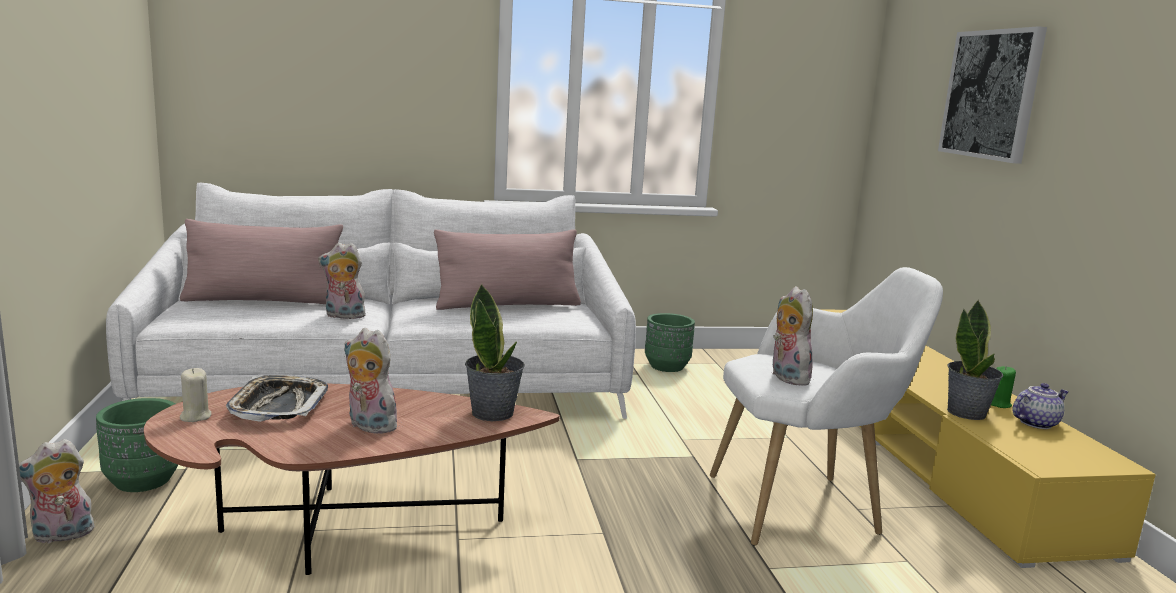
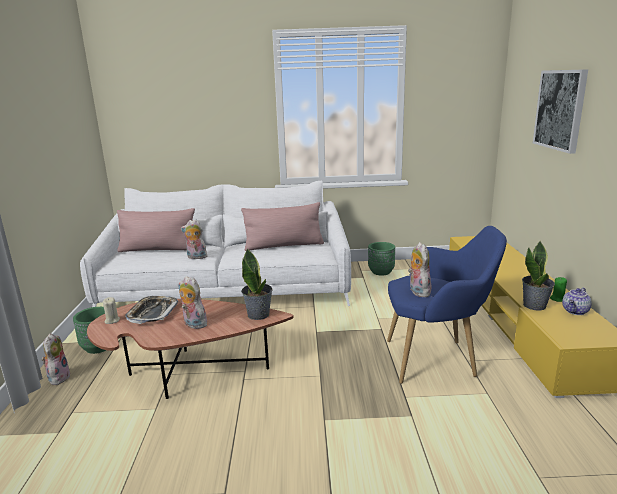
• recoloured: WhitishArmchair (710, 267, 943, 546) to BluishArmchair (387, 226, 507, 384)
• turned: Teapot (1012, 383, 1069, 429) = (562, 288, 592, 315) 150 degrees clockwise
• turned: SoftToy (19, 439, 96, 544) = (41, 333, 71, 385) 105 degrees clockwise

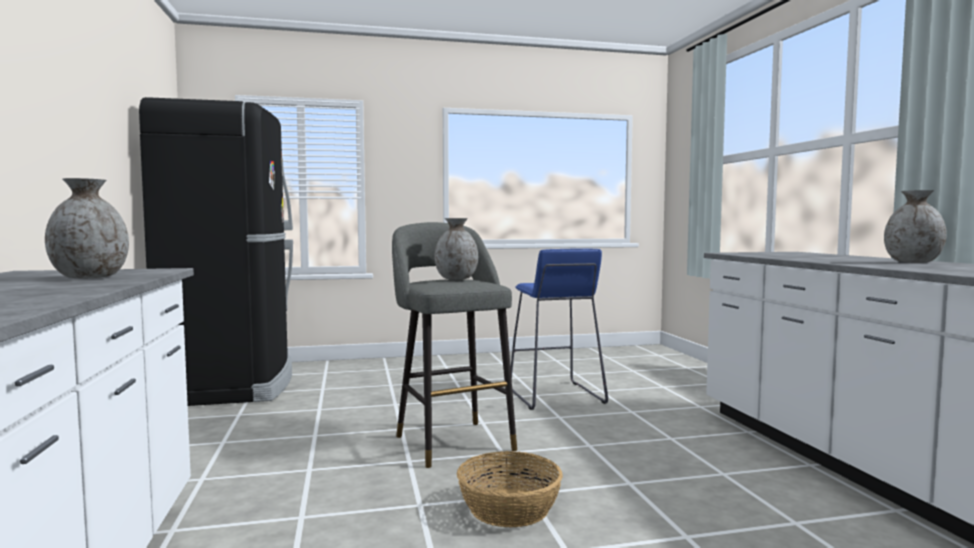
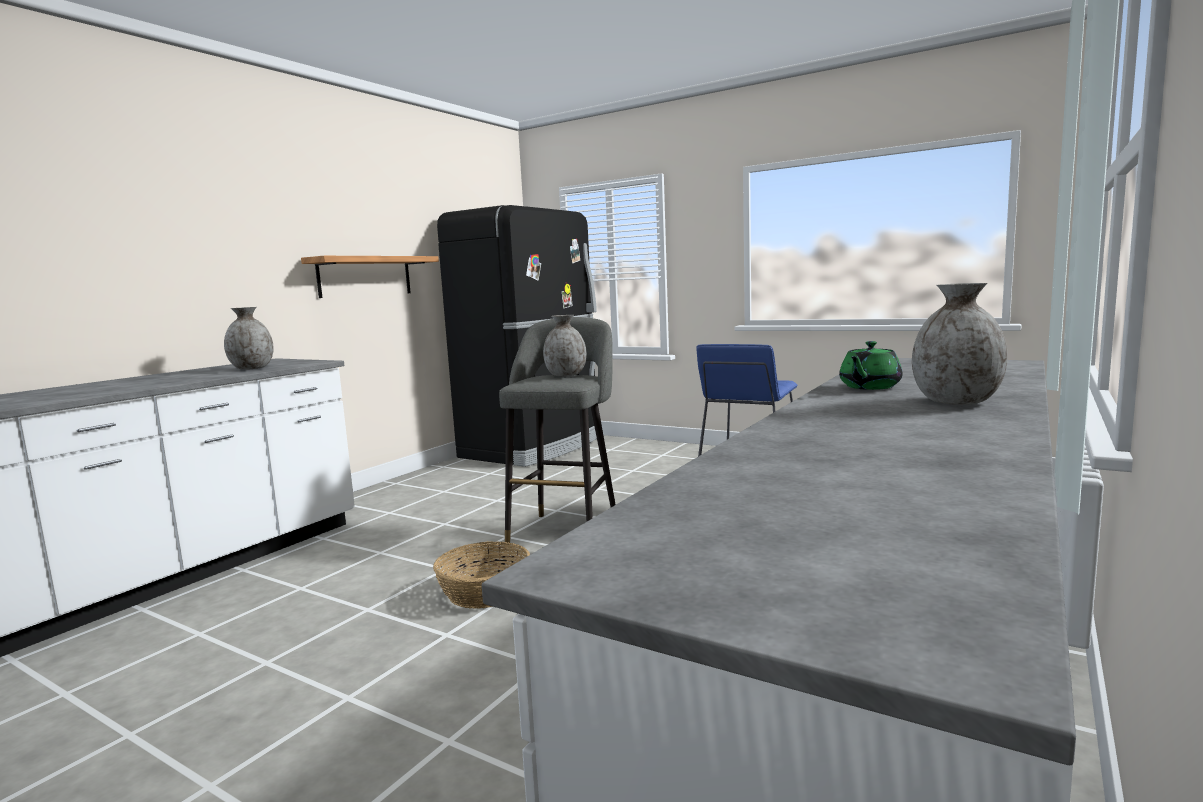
• added: Shelf (301, 256, 439, 298)
• added: GreenColouredTeapot (839, 341, 902, 390)

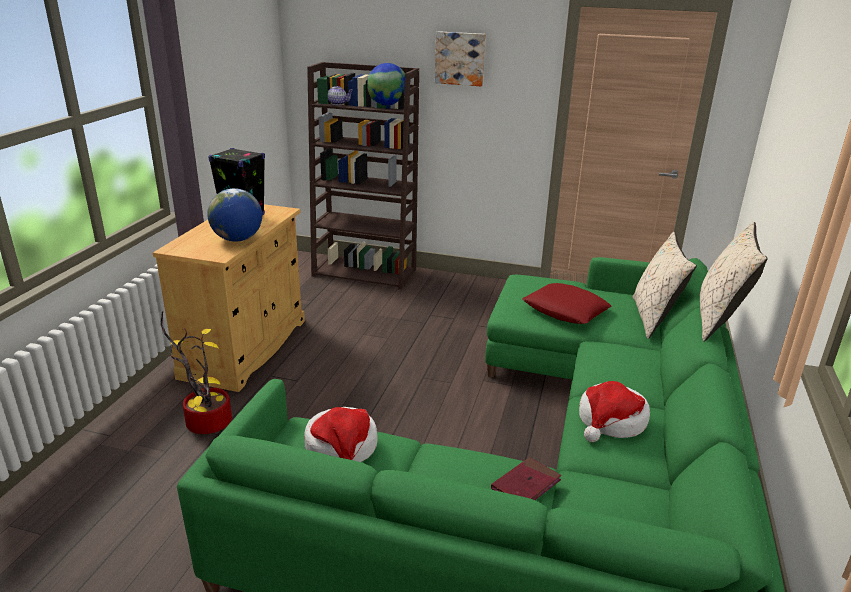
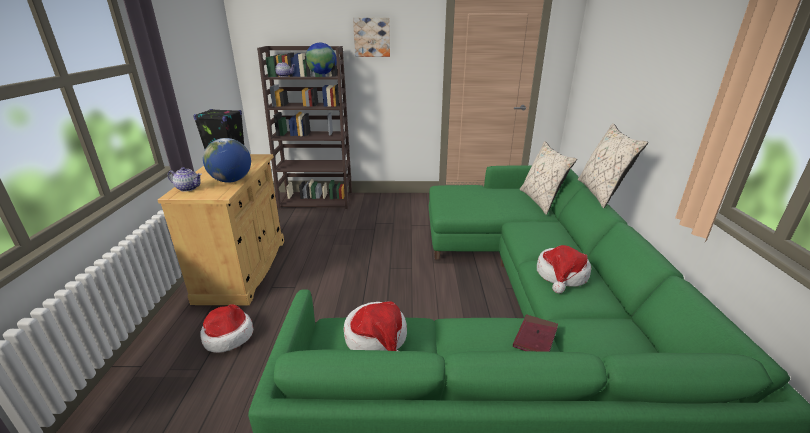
• removed: RedColouredPillow (522, 283, 611, 324)
• replaced: PlantInAPot (160, 311, 232, 434) to Hat (200, 304, 253, 353)
• added: Teapot (168, 167, 202, 192)

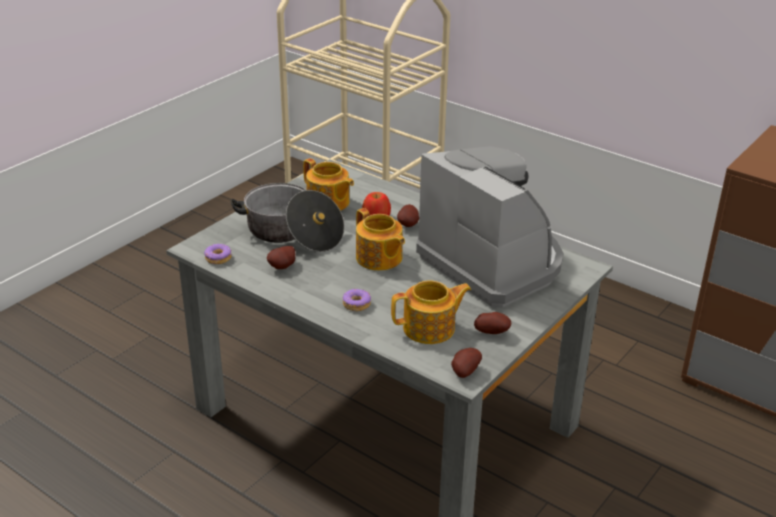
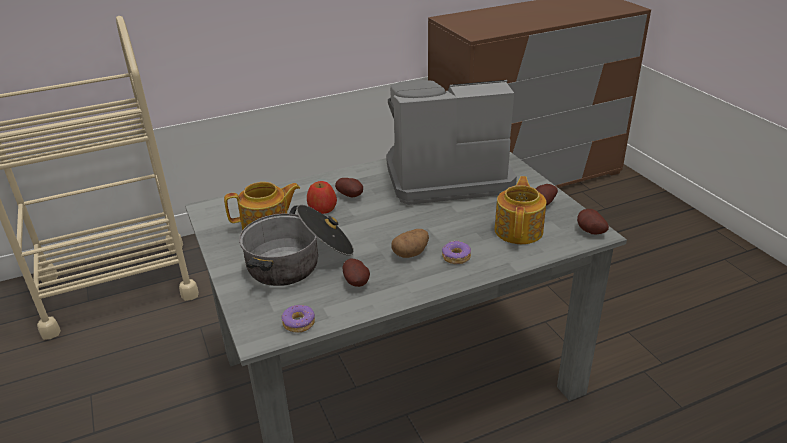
• removed: Teapot (356, 208, 405, 271)
• added: Spud (391, 229, 429, 258)

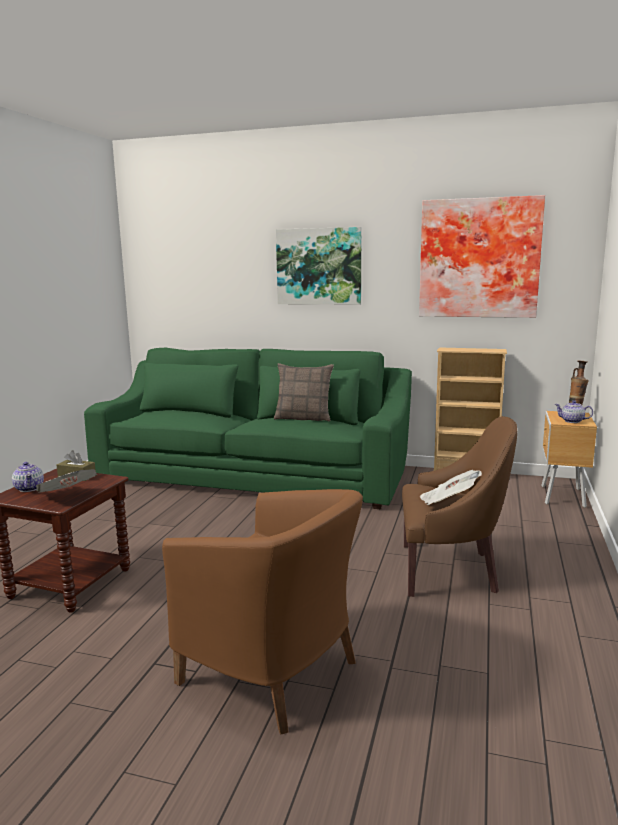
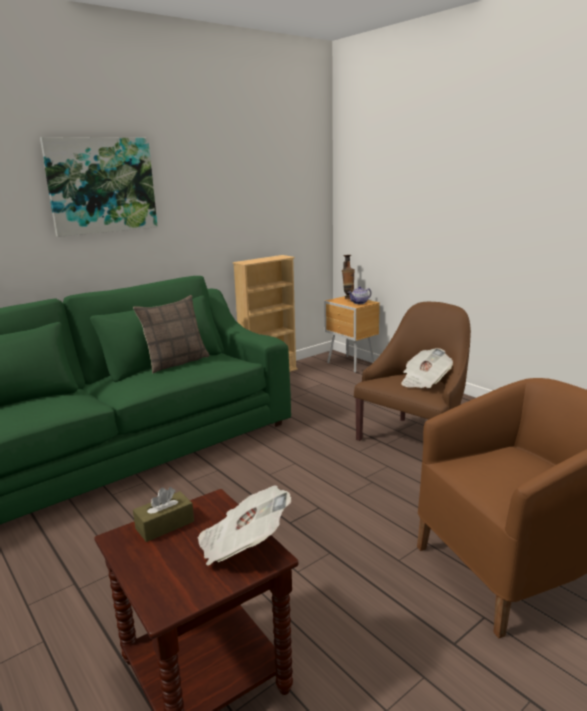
• removed: WallPicture (419, 195, 545, 318)
• removed: Teapot (12, 462, 44, 492)

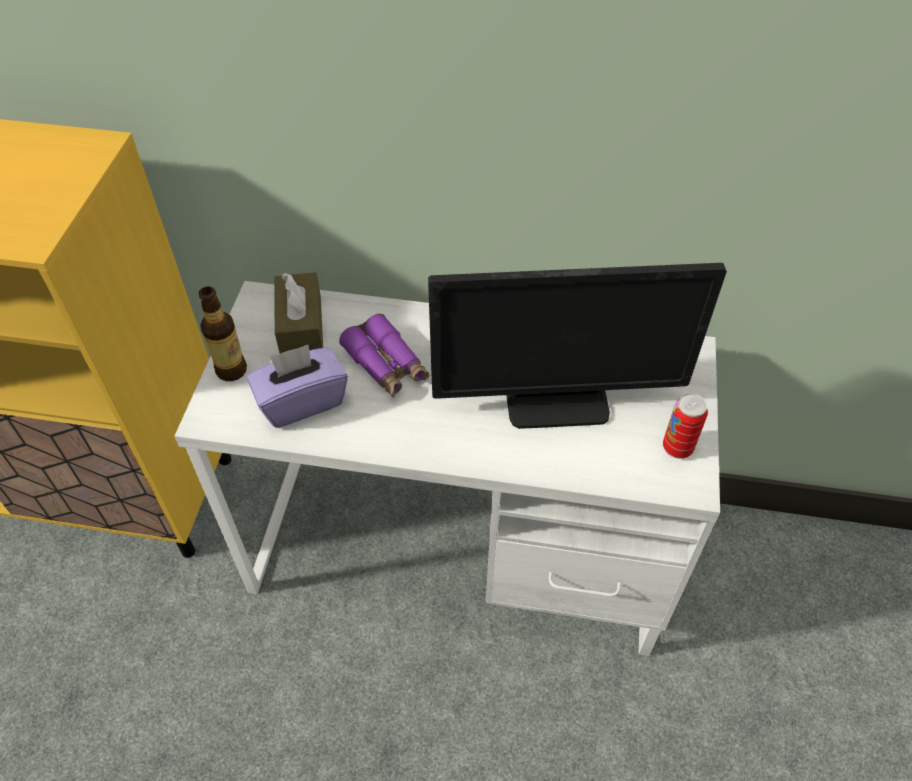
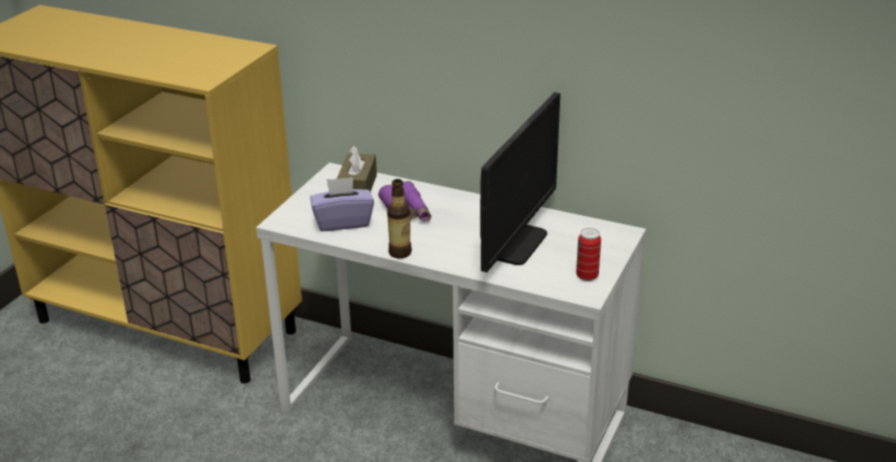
• turned: Monitor (428, 263, 727, 429) = (480, 92, 560, 272) 75 degrees counterclockwise
• moved: DrinkBottle (199, 286, 247, 381) to (387, 179, 412, 259)

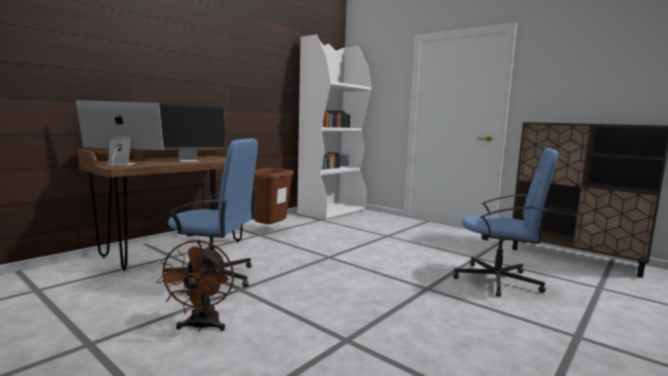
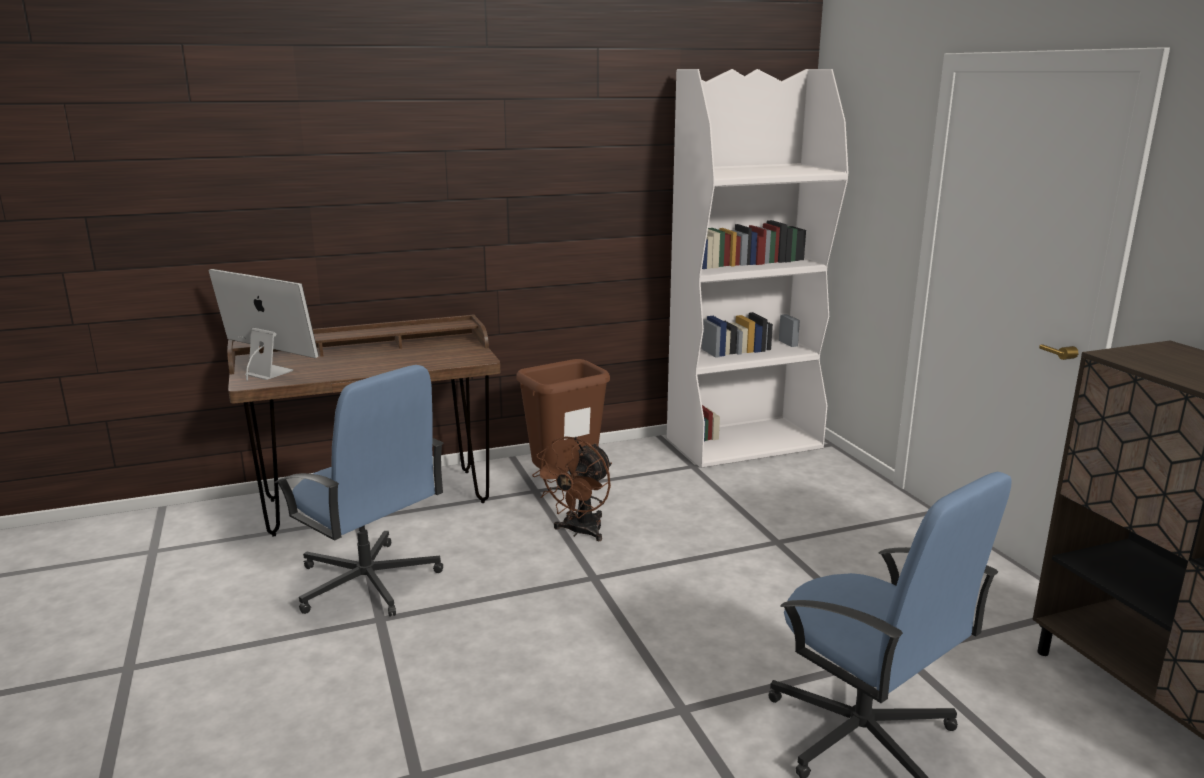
• removed: Monitor (159, 104, 226, 162)
• moved: BrownFan (156, 240, 234, 332) to (532, 436, 612, 542)

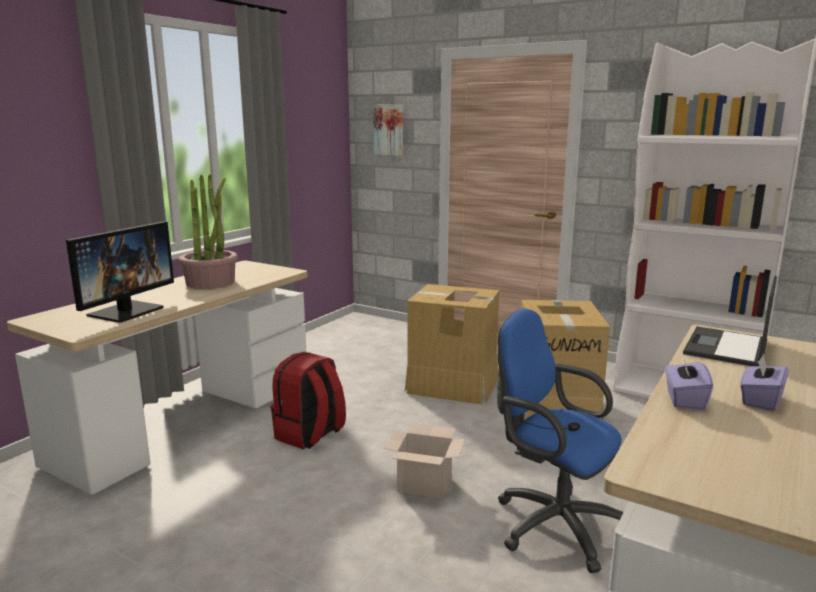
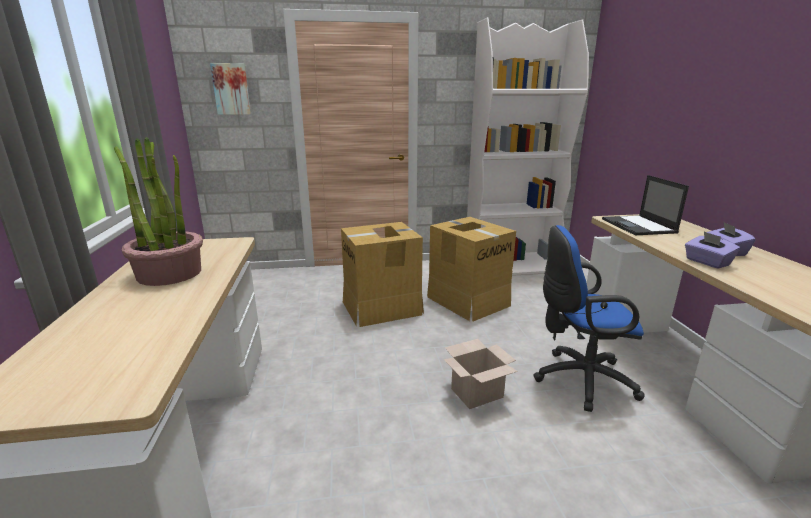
• removed: Monitor (66, 221, 174, 323)
• removed: RedColouredRucksack (271, 352, 346, 449)

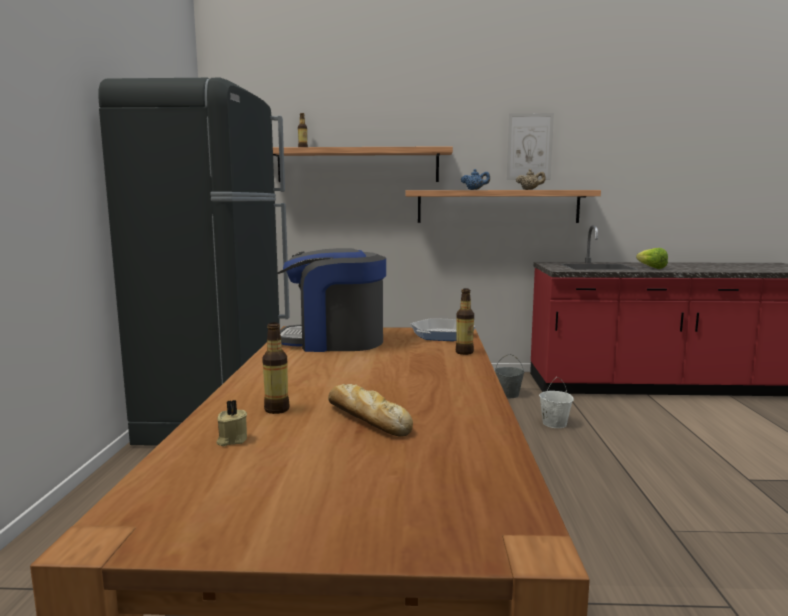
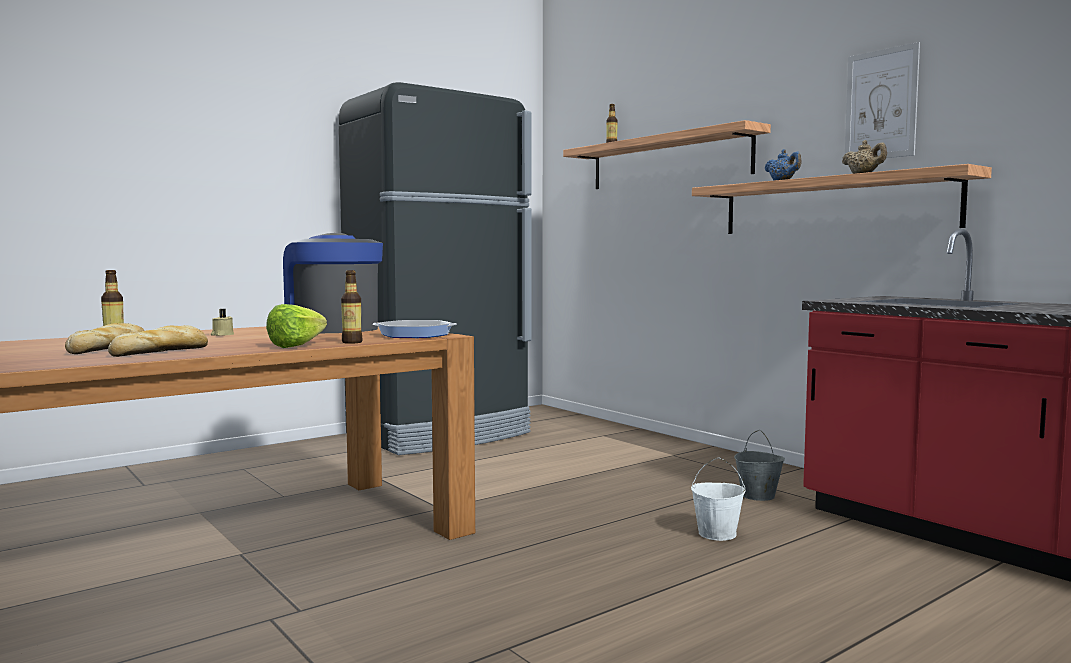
• moved: Lettuce (636, 248, 668, 269) to (266, 304, 327, 348)
• moved: BeigeWaxLight (216, 400, 247, 446) to (211, 309, 234, 336)
• added: Bread (108, 325, 208, 357)

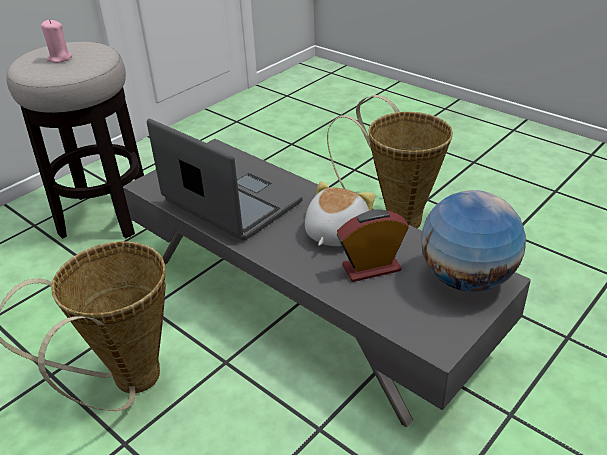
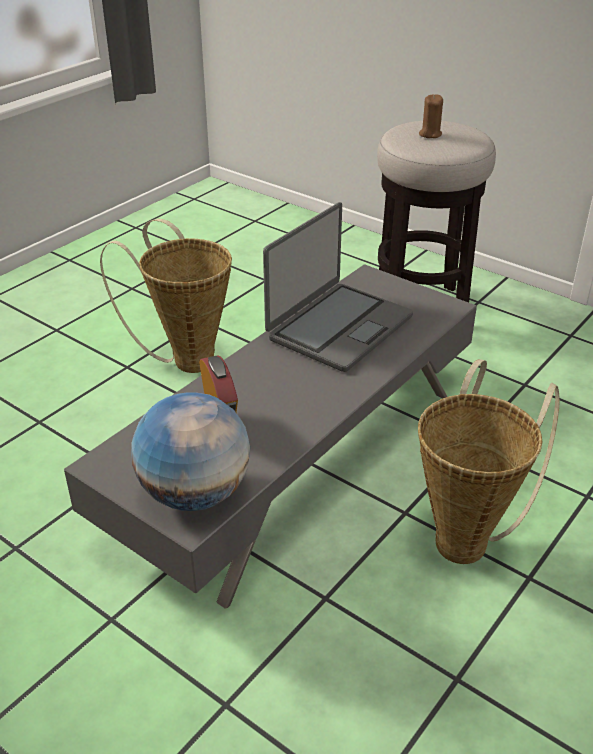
• recoloured: PinkWaxLight (41, 20, 72, 63) to BrownWaxLight (419, 94, 443, 138)
• removed: SoftToy (305, 181, 375, 246)

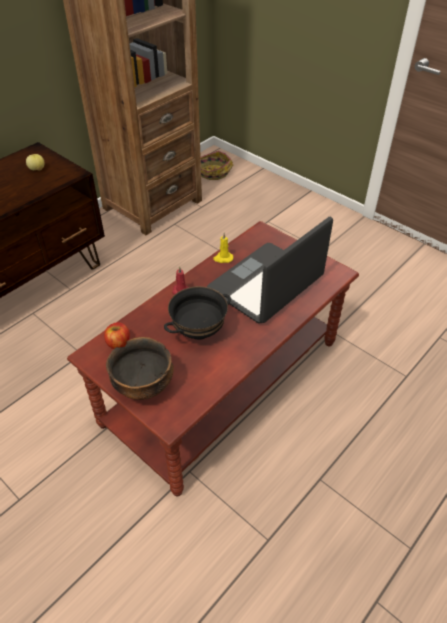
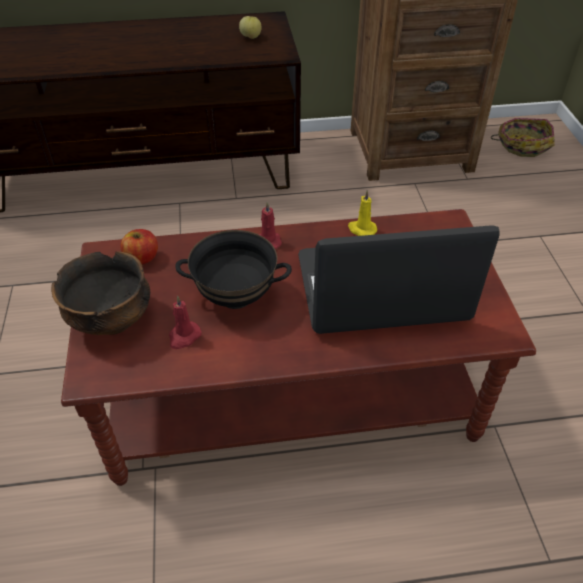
• added: RedColouredWaxLight (169, 295, 202, 349)

